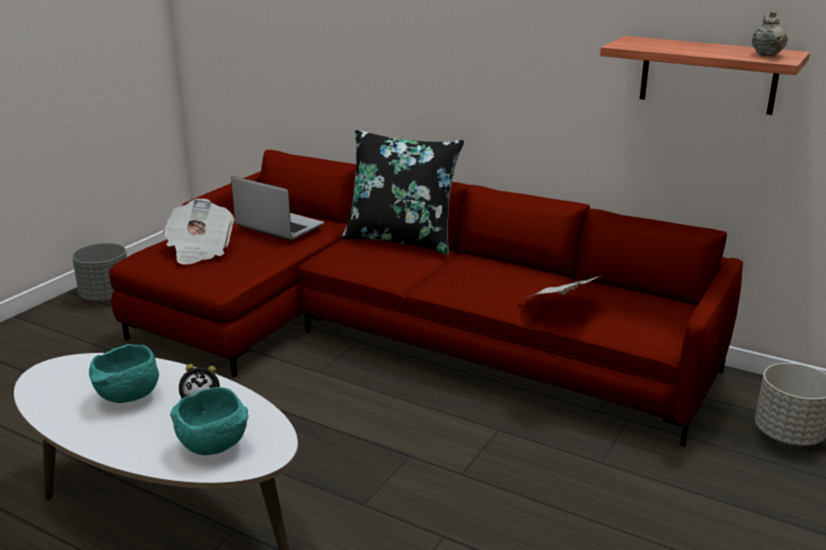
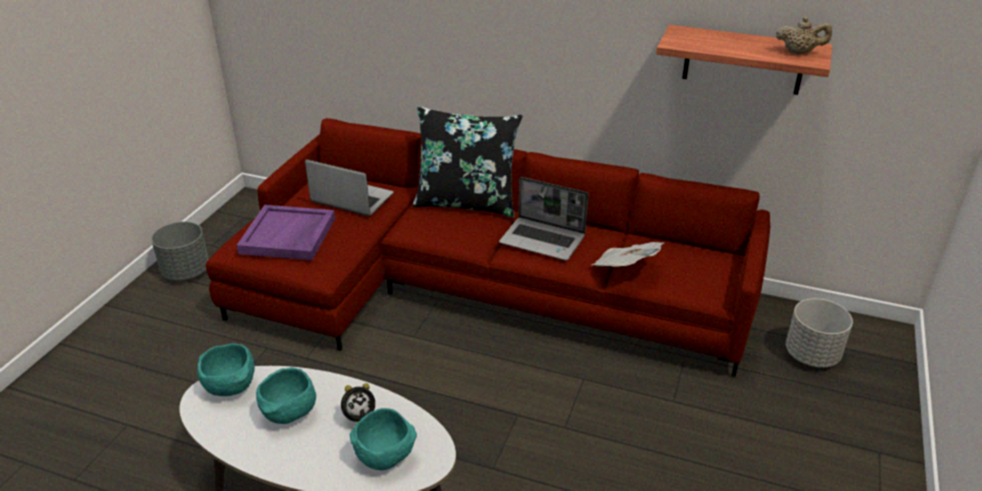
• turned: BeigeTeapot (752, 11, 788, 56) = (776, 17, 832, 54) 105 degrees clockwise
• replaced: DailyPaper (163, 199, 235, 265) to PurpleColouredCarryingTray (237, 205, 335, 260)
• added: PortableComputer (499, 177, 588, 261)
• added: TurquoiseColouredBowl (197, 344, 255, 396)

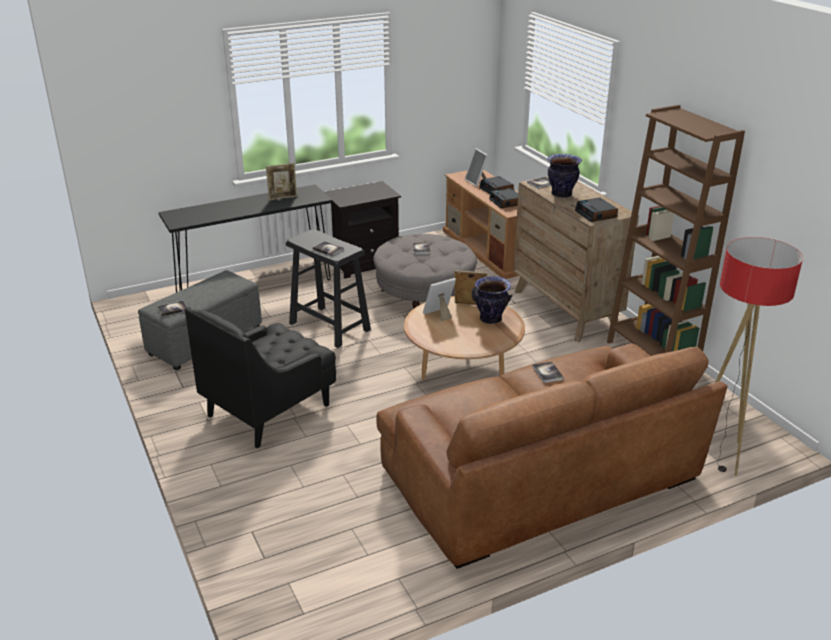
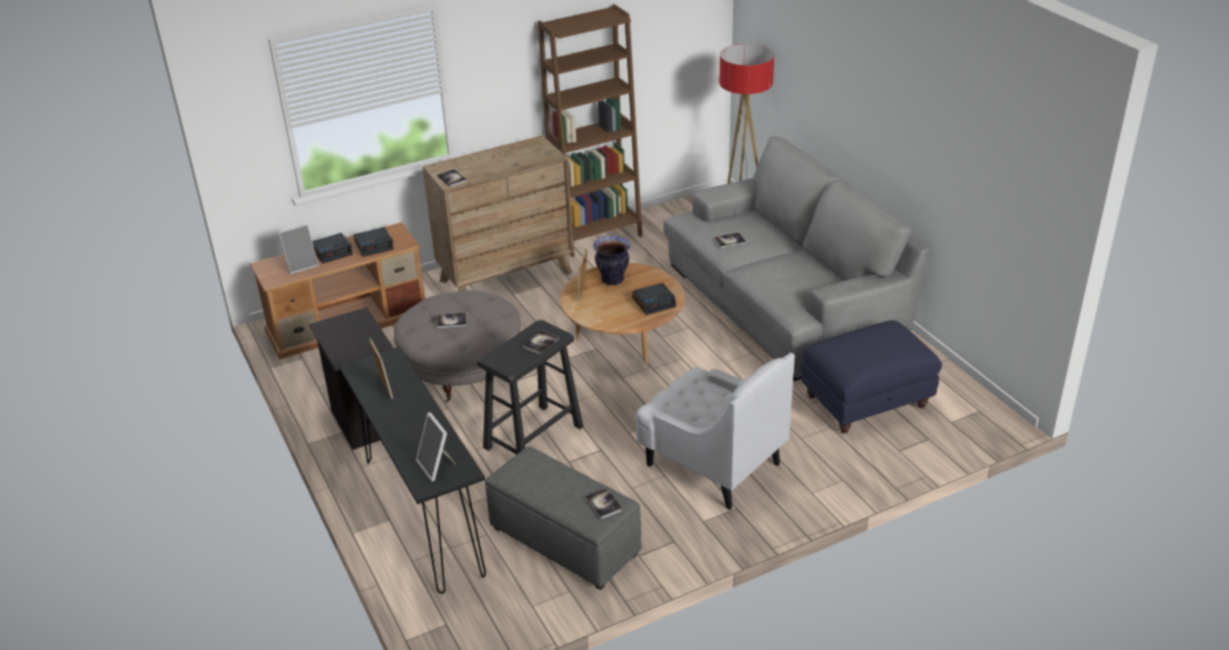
• removed: Vase (547, 154, 582, 198)
• moved: AlarmClock (575, 198, 618, 222) to (632, 283, 676, 315)
• moved: StandingFrame (423, 278, 456, 321) to (416, 412, 456, 481)
• recoloured: BlackArmchair (185, 307, 336, 448) to WhitishArmchair (635, 353, 795, 510)
• recoloured: BrownSofa (376, 344, 728, 569) to GraySofa (663, 137, 929, 381)
• added: BluishOttoman (801, 320, 942, 434)

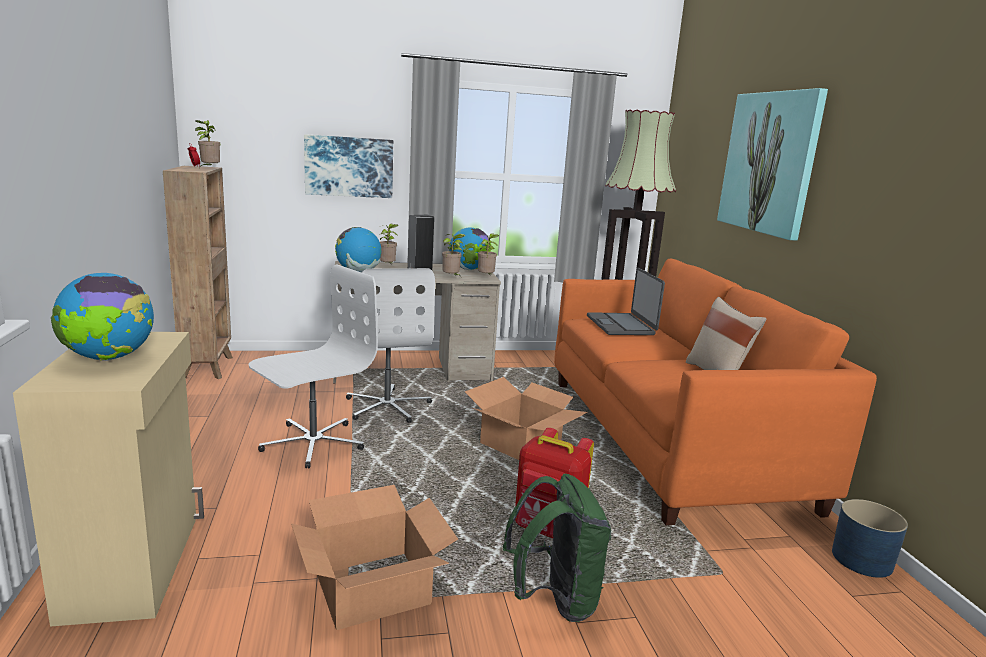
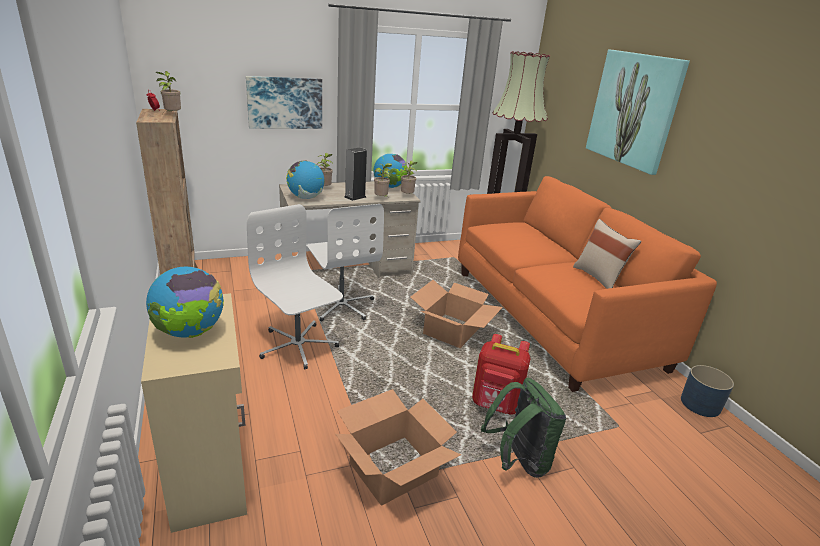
• turned: WhitishDeskChair (248, 264, 378, 468) = (247, 204, 343, 369) 75 degrees counterclockwise
• removed: PortableComputer (587, 267, 665, 335)

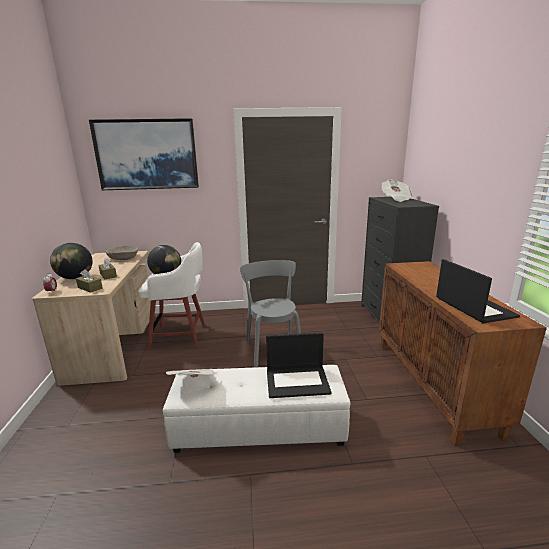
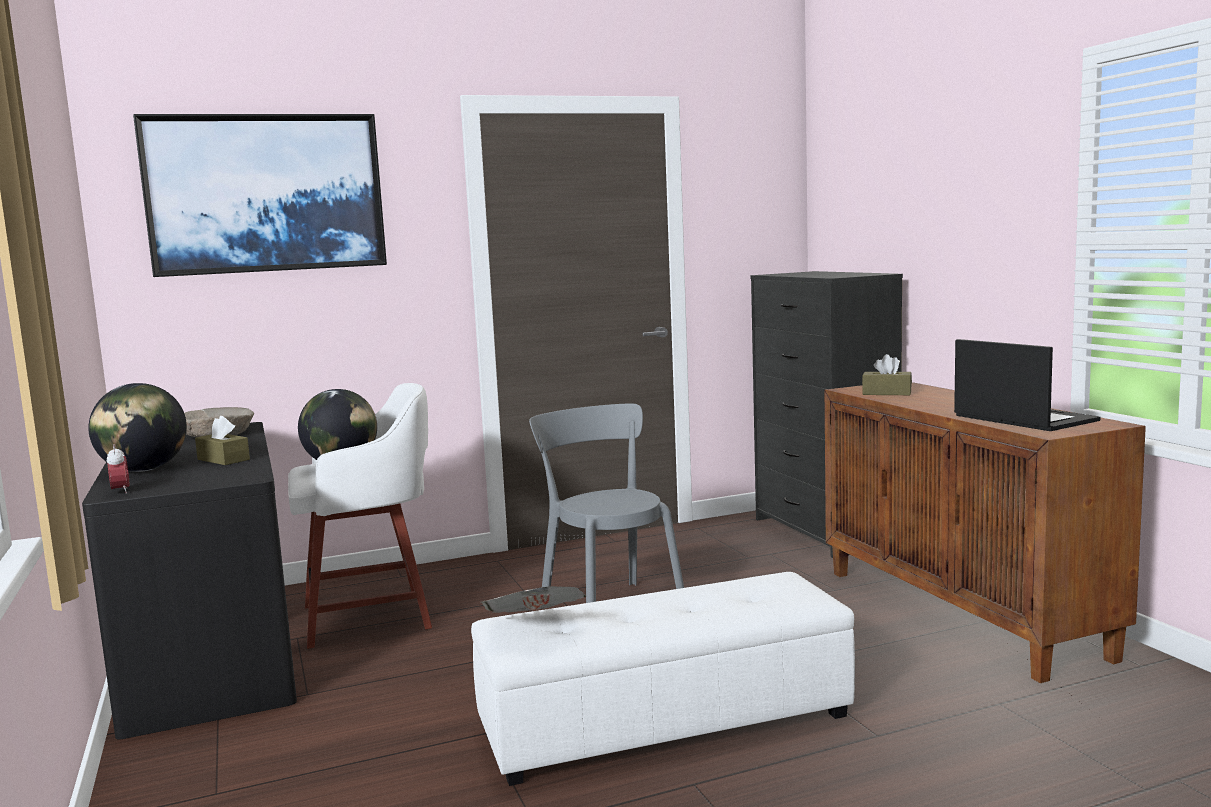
• removed: DailyPaper (382, 179, 413, 202)
• recoloured: BeigeDeskUnit (32, 251, 151, 386) to BlackDeskUnit (82, 422, 297, 739)
• moved: BrownTissueHolder (76, 269, 103, 293) to (862, 354, 912, 395)
• removed: PortableComputer (266, 332, 332, 398)

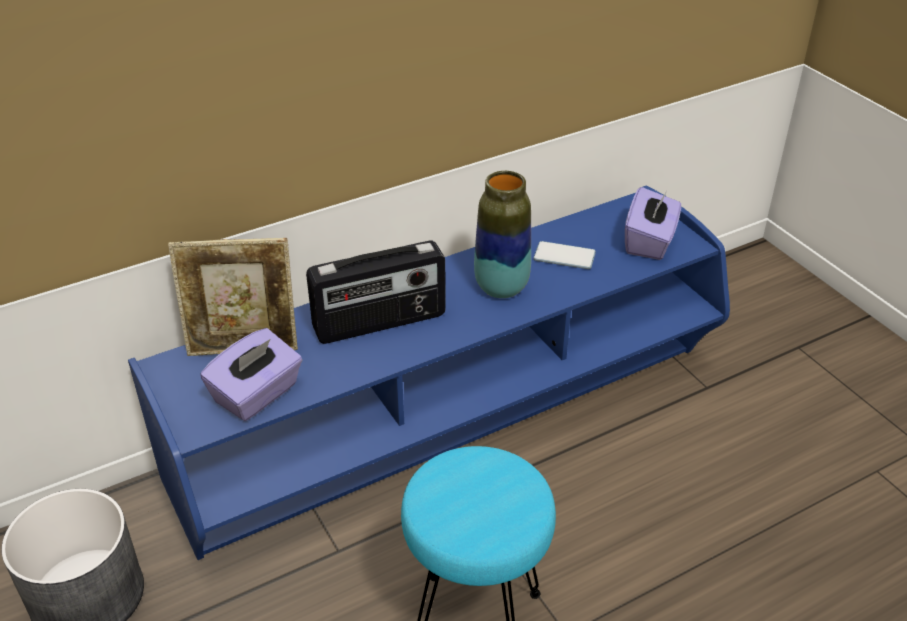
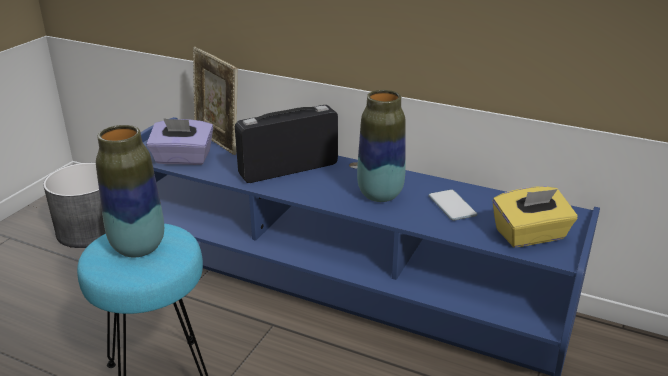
• recoloured: PurpleColouredTissueHolder (625, 187, 681, 260) to YellowishTissueHolder (493, 186, 578, 247)
• turned: Radio (306, 241, 446, 344) = (235, 105, 338, 183) 120 degrees clockwise
• added: Vase (96, 125, 164, 257)

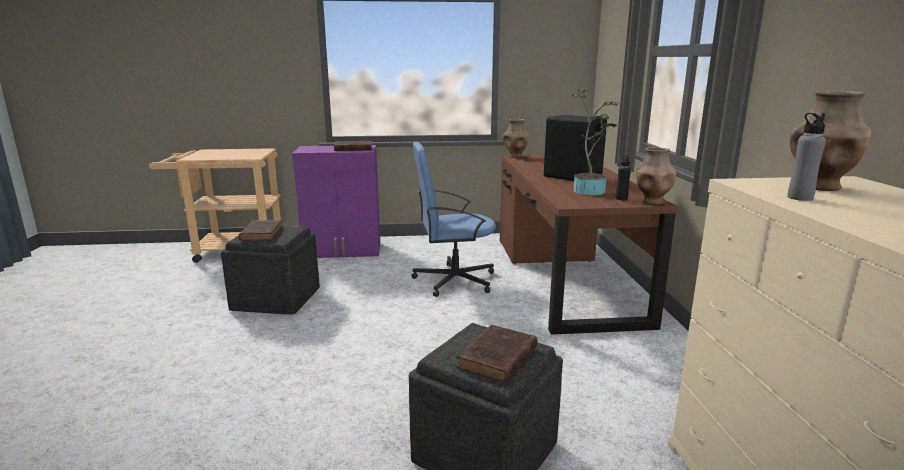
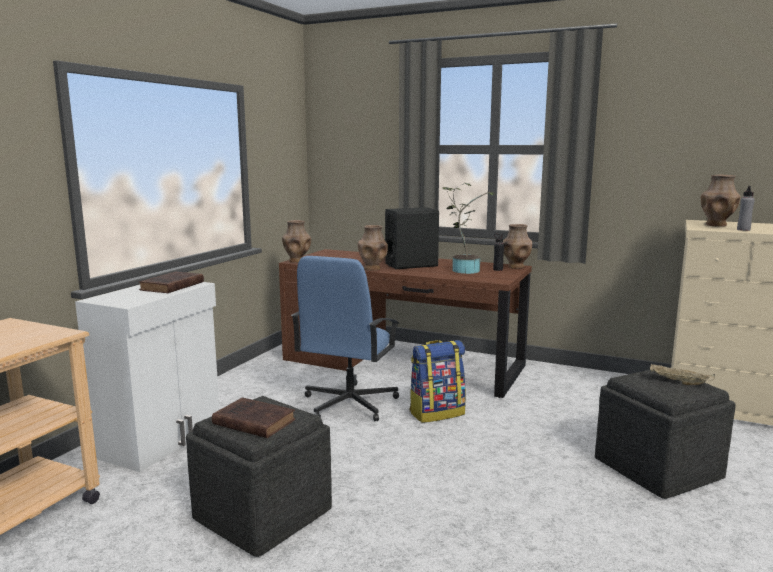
• recoloured: PurpleColouredStorageCabinet (292, 145, 380, 258) to WhitishStorageCabinet (75, 282, 220, 472)
• replaced: BrownBook (457, 325, 537, 383) to BeigeCarryingTray (650, 364, 715, 385)
• added: BrownVase (358, 225, 388, 271)
• added: Rucksack (409, 340, 466, 423)

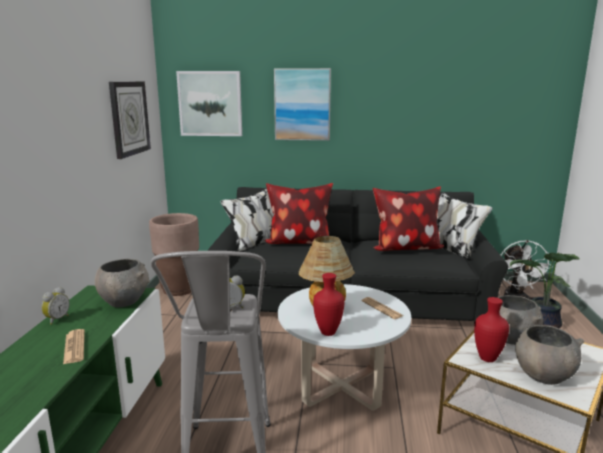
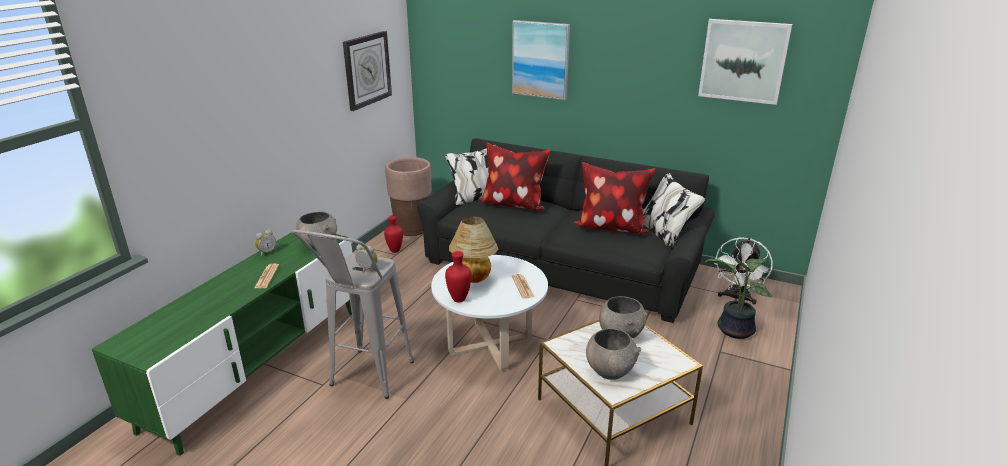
• moved: WallPicture (176, 71, 242, 136) to (698, 19, 792, 105)
• moved: RedColouredVase (474, 297, 509, 362) to (384, 216, 403, 253)

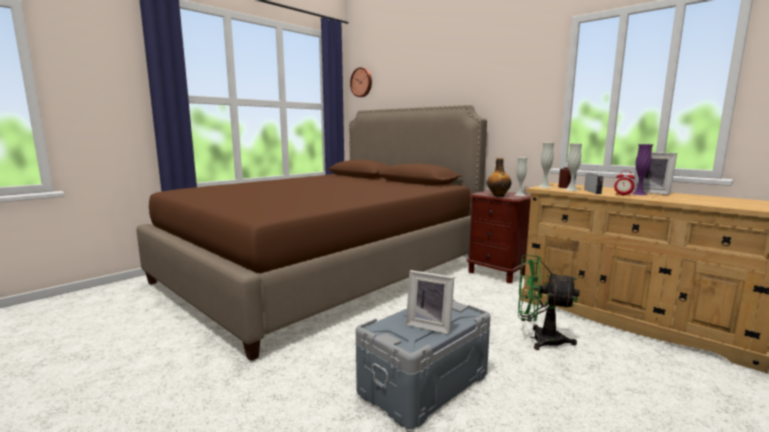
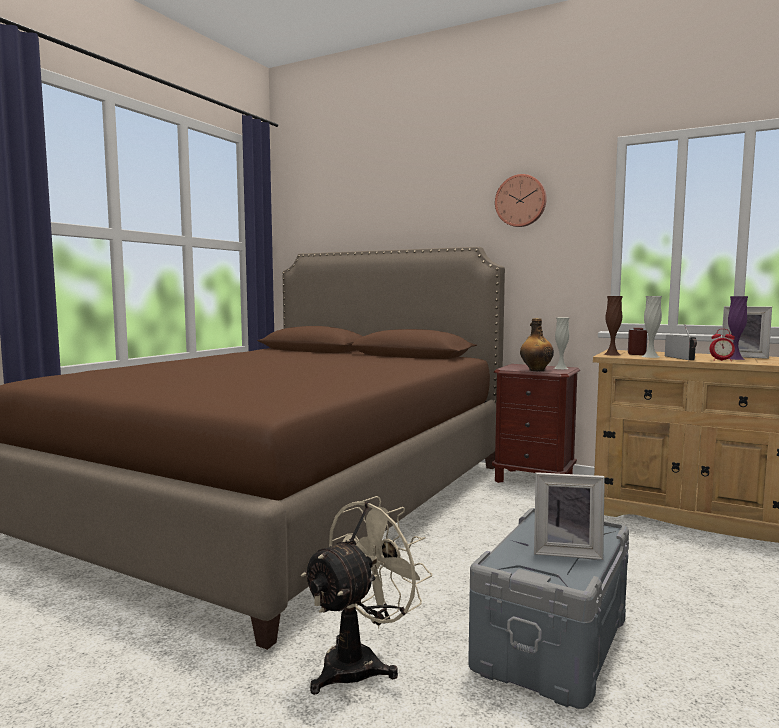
• moved: HangingClock (350, 67, 372, 97) to (495, 174, 547, 227)
• recoloured: WhitishVase (539, 143, 554, 188) to BrownVase (604, 296, 623, 356)
• removed: GreenColouredFan (518, 255, 580, 350)
• added: BeigeFan (301, 496, 432, 695)

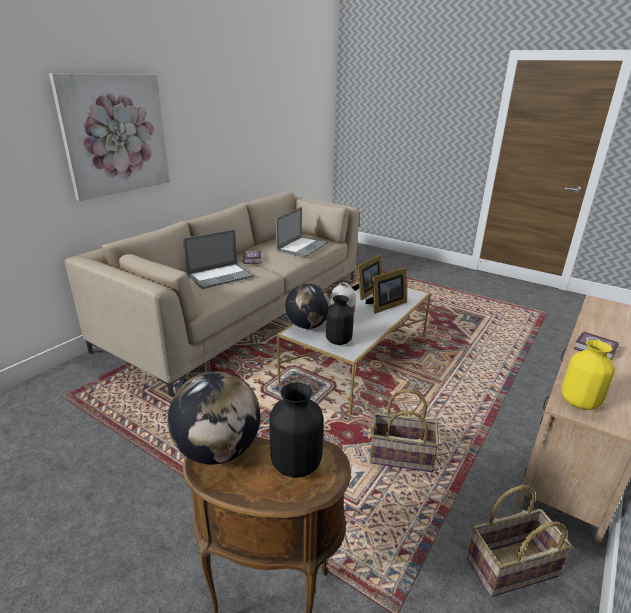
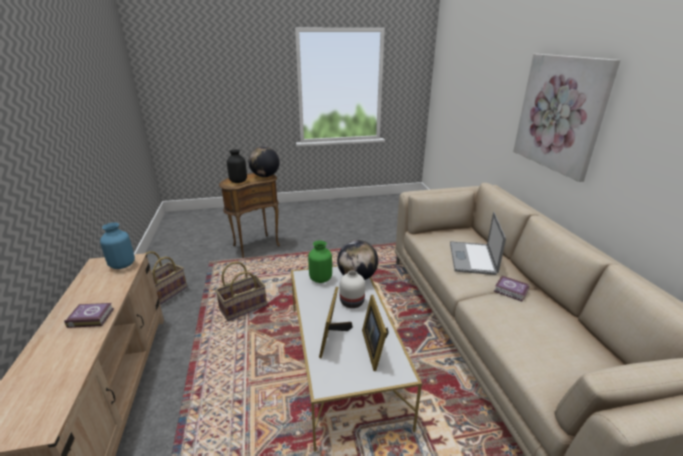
• removed: PortableComputer (276, 207, 328, 257)
• recoloured: BlackVase (326, 295, 354, 345) to GreenColouredVase (308, 240, 332, 283)
• recoloured: YellowishVase (561, 340, 615, 410) to BluishVase (100, 223, 135, 269)

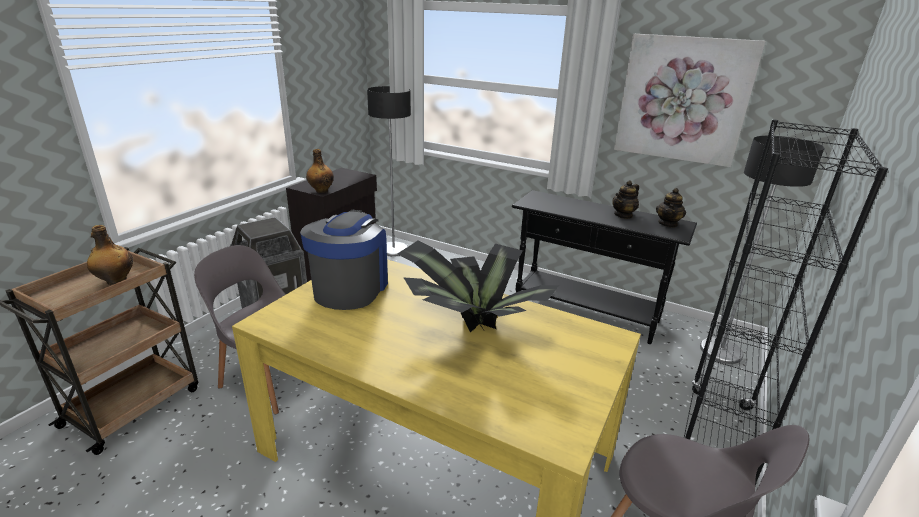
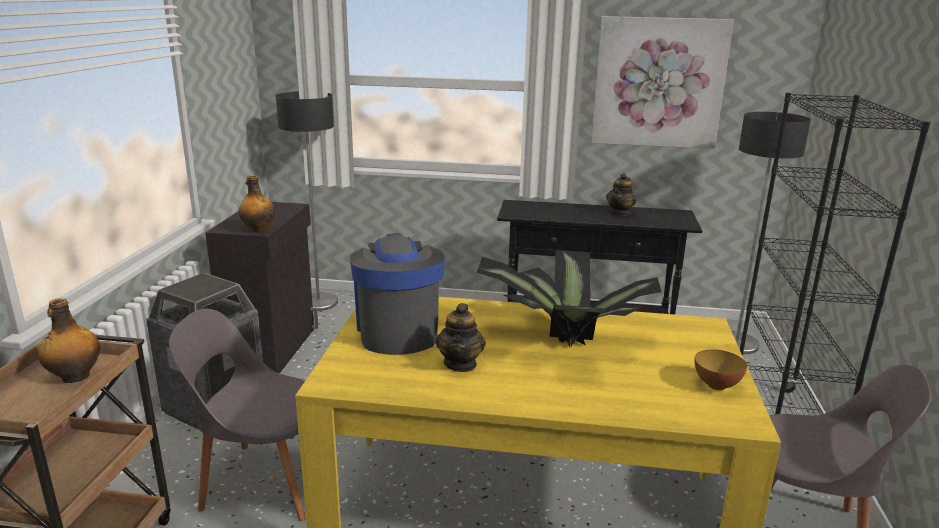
• moved: Teapot (656, 188, 686, 228) to (435, 303, 486, 372)
• added: Bowl (695, 349, 747, 390)

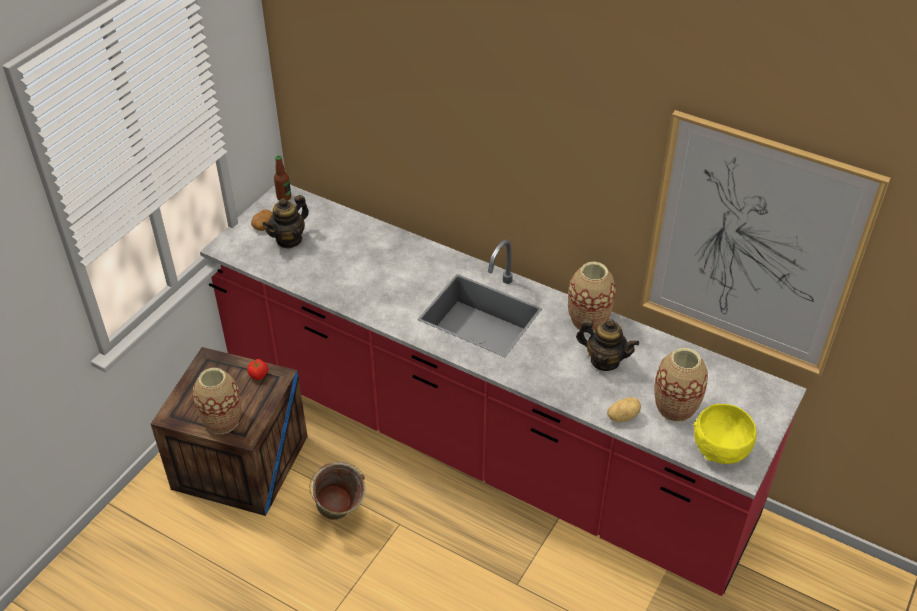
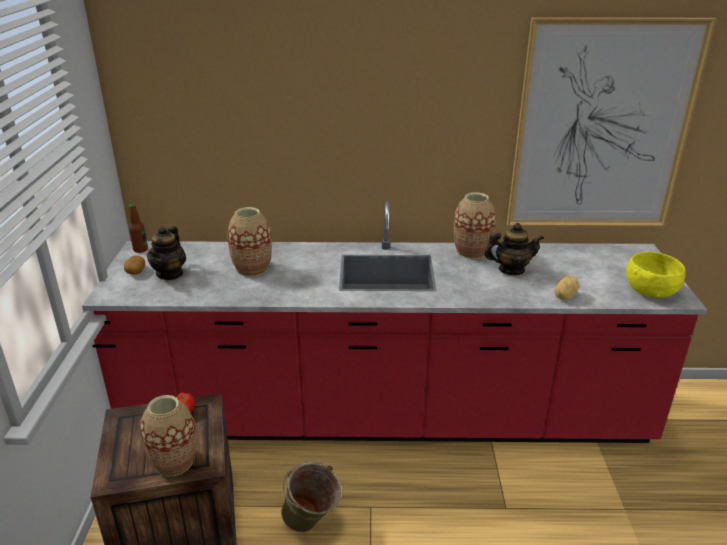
• moved: Vase (654, 348, 708, 422) to (227, 207, 272, 277)

